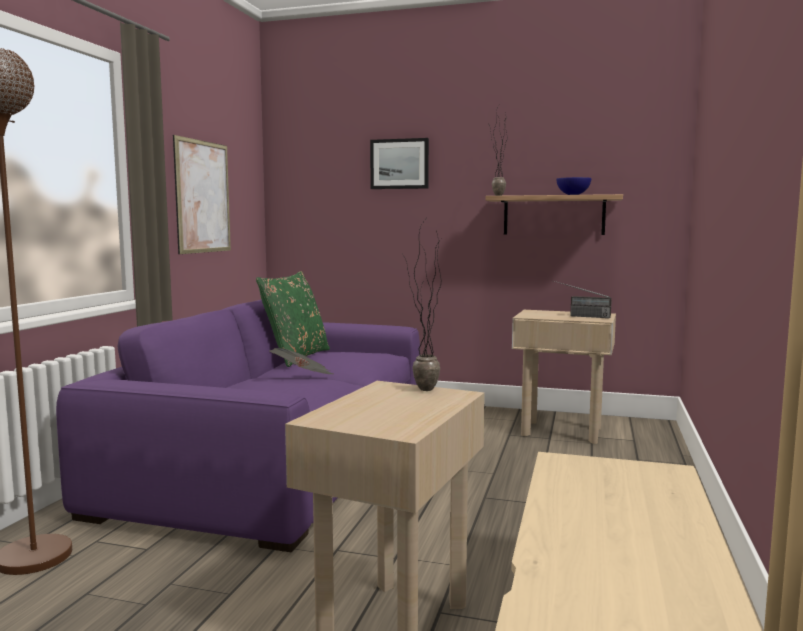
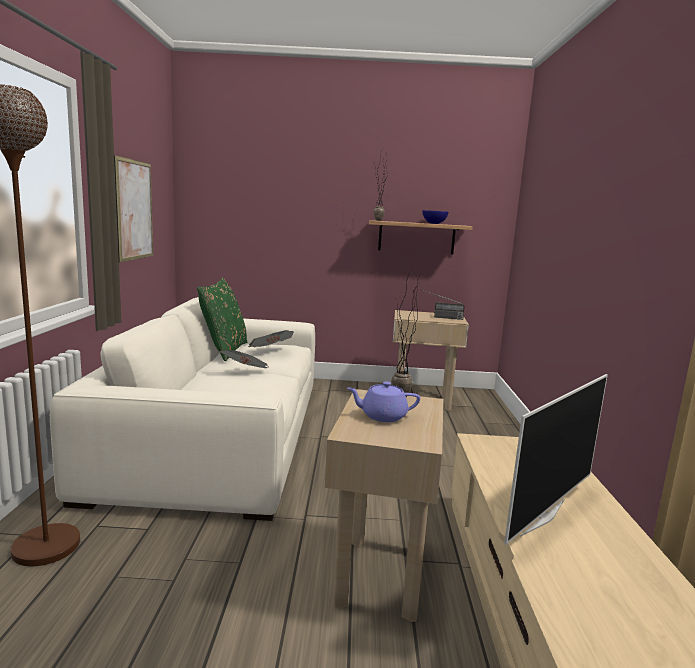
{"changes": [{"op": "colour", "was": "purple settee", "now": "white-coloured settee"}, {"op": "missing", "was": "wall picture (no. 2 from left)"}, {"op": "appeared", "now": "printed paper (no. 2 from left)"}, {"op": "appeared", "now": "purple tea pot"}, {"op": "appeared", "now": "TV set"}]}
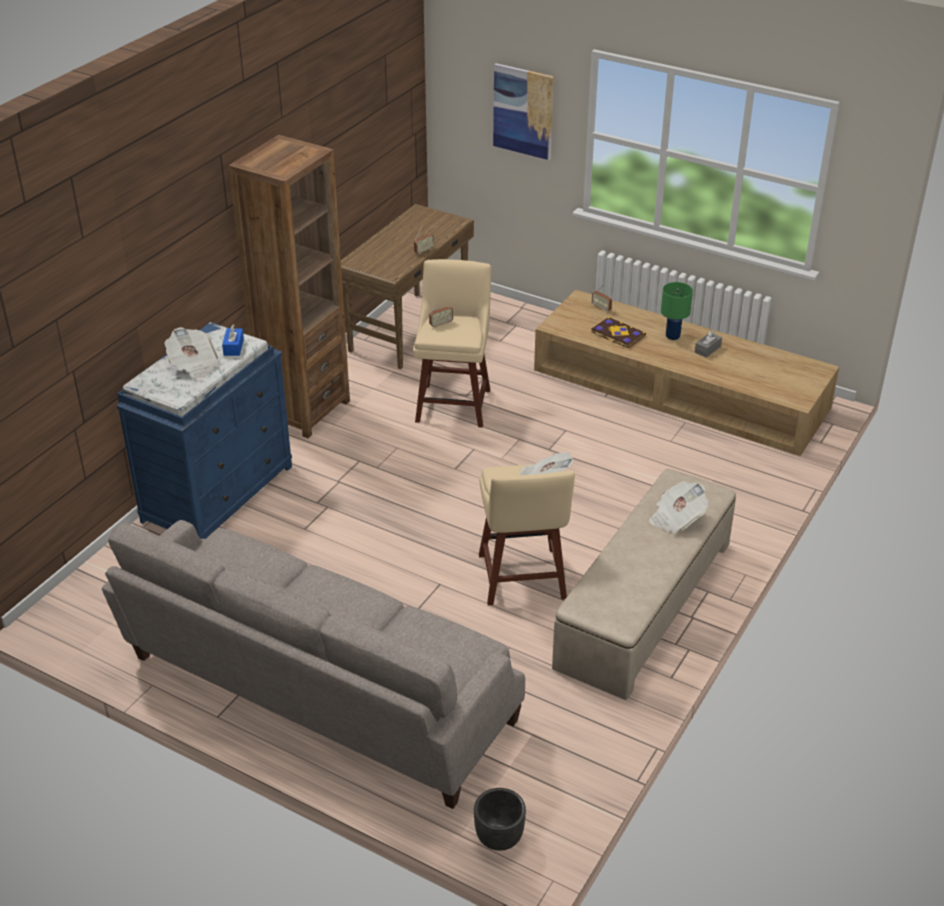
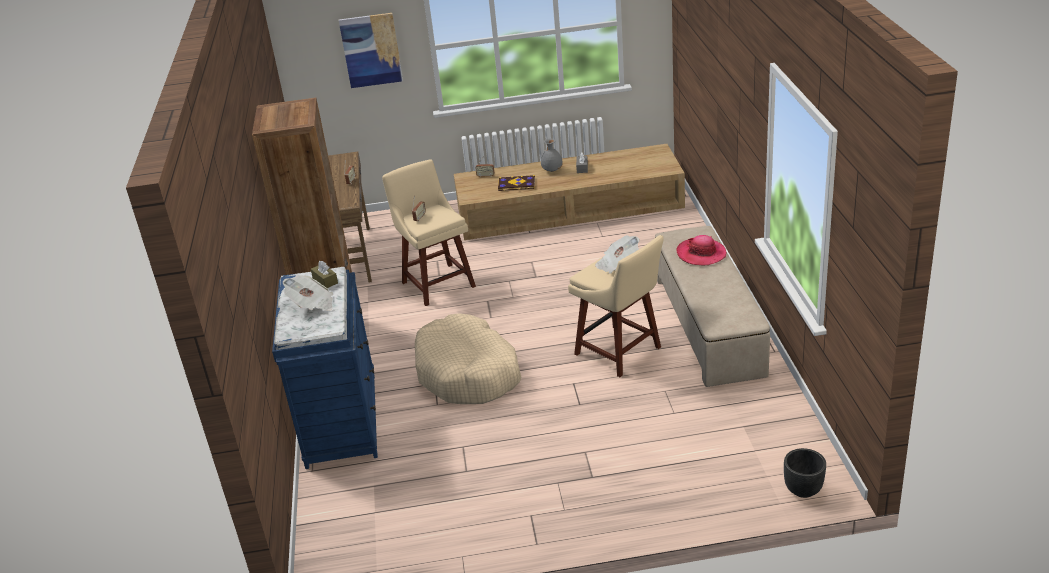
{"changes": [{"op": "missing", "was": "grey settee"}, {"op": "colour", "was": "bluish box of tissues", "now": "brown box of tissues"}, {"op": "exchanged", "was": "printed paper (no. 3 from left)", "now": "clothing hat"}, {"op": "exchanged", "was": "green-coloured lamp for a table", "now": "grey decorative vase"}, {"op": "appeared", "now": "sand-coloured dog bed"}]}
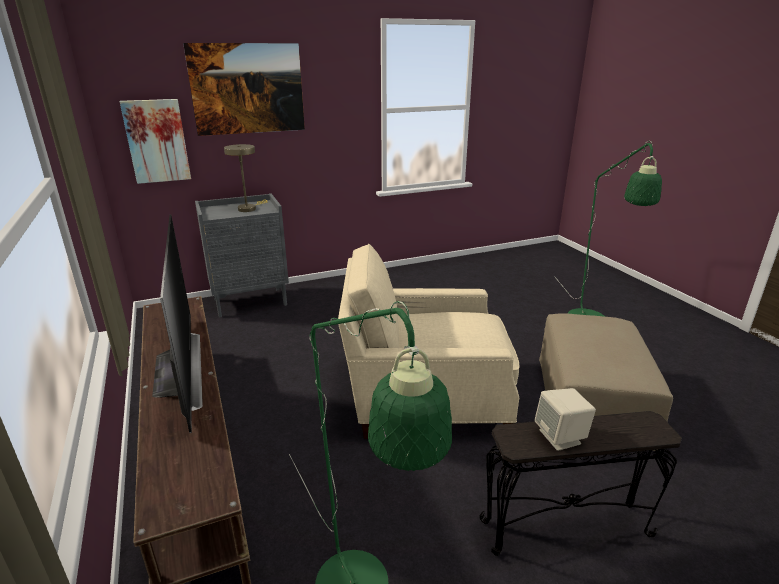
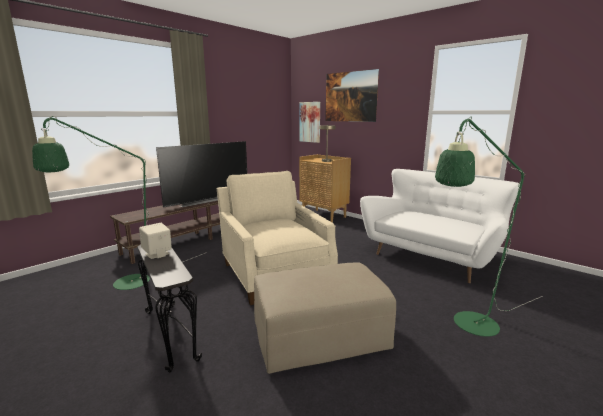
{"changes": [{"op": "colour", "was": "grey storage cabinet", "now": "brown storage cabinet"}, {"op": "appeared", "now": "white-coloured settee"}]}
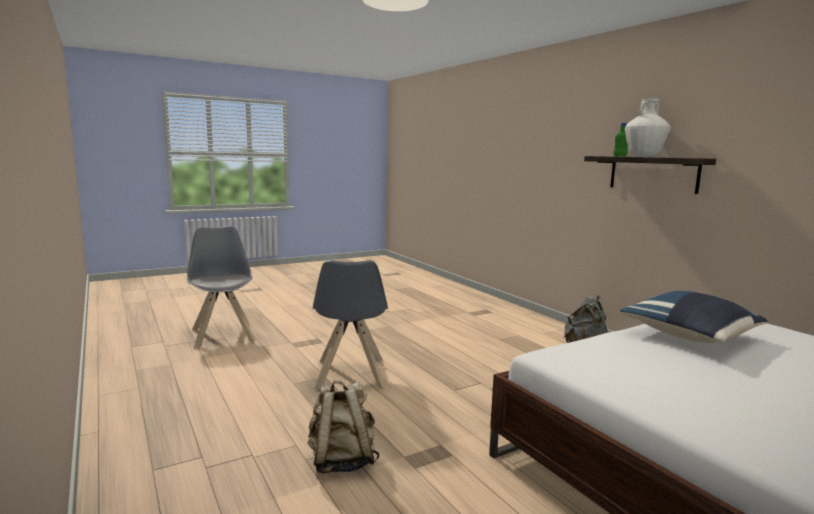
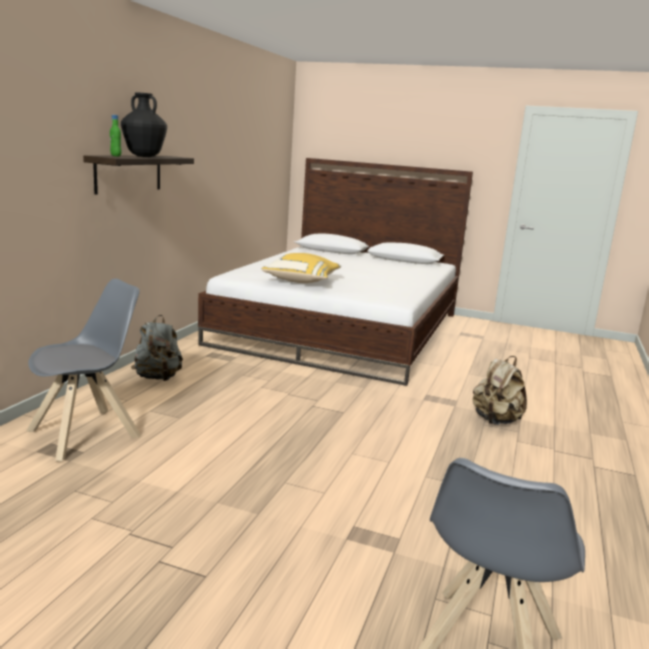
{"changes": [{"op": "relocated", "was": "grey plain chair (no. 2 from left in the first image)", "now": "grey plain chair (no. 1 from left)"}, {"op": "colour", "was": "bluish cushion", "now": "yellow cushion"}, {"op": "colour", "was": "white-coloured decorative vase", "now": "black decorative vase"}]}
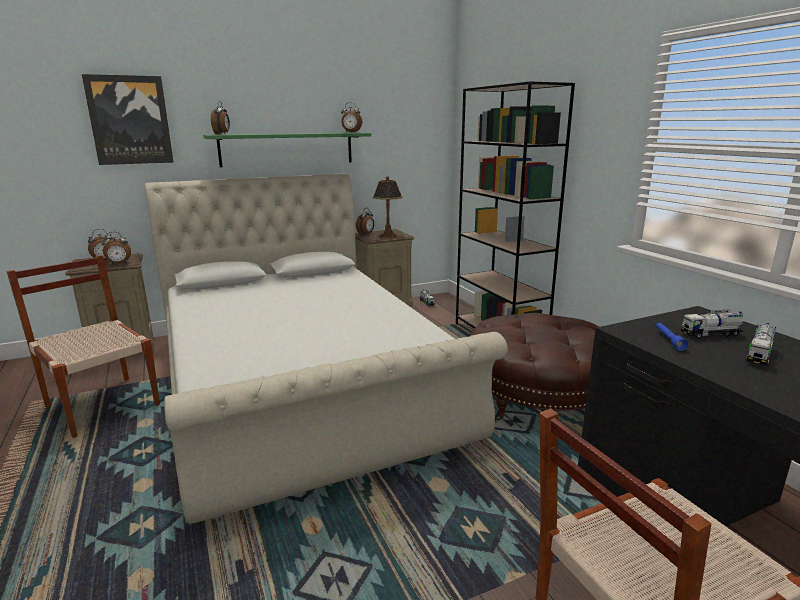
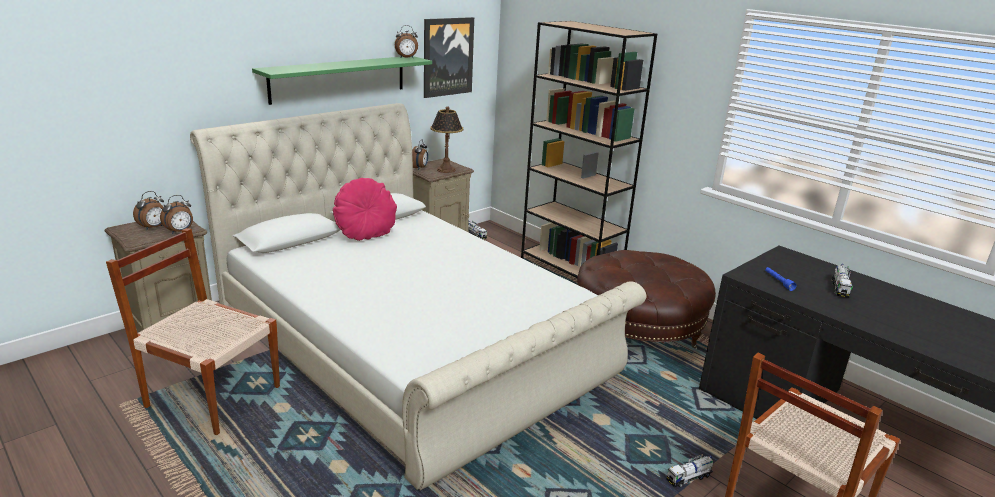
{"changes": [{"op": "relocated", "was": "wall picture"}, {"op": "missing", "was": "bedside clock (no. 3 from left)"}, {"op": "relocated", "was": "toy truck (no. 2 from left)"}, {"op": "appeared", "now": "pink cushion"}]}
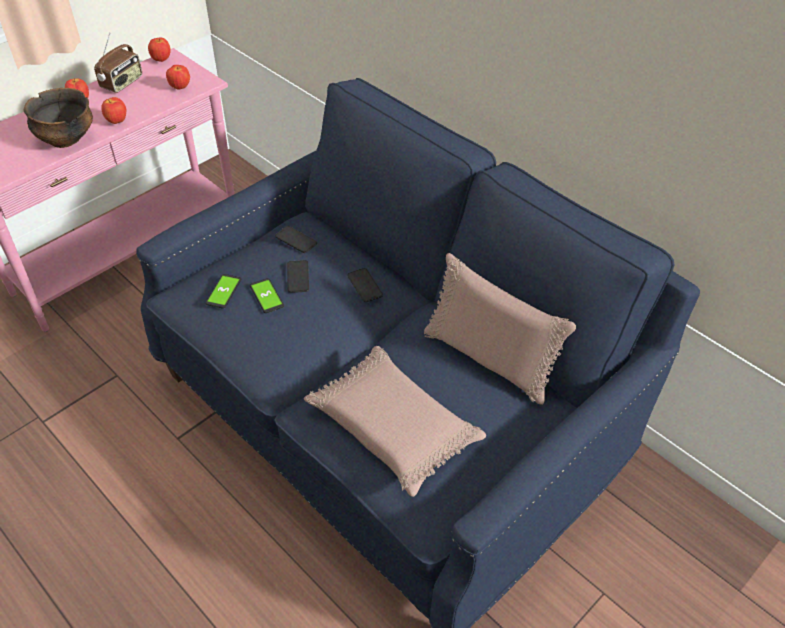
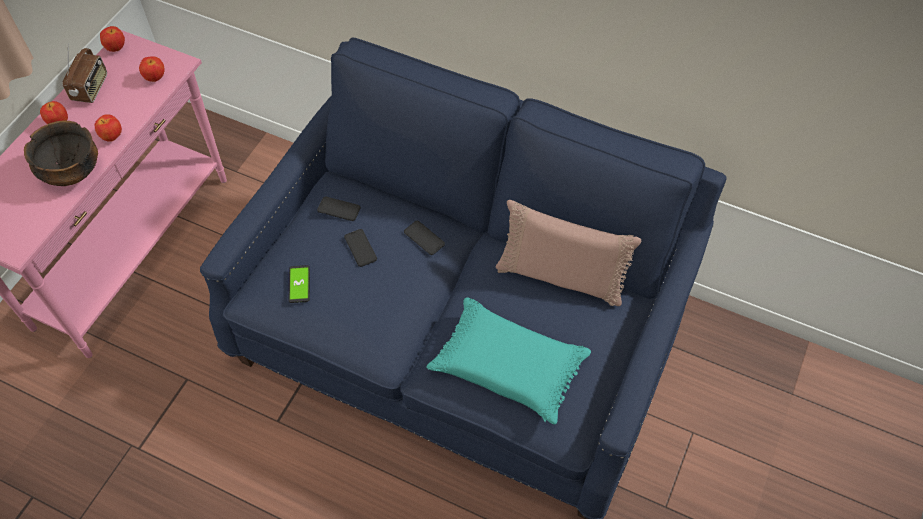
{"changes": [{"op": "missing", "was": "phone (no. 2 from left)"}, {"op": "colour", "was": "sand-coloured cushion (no. 1 from left)", "now": "turquoise cushion"}]}
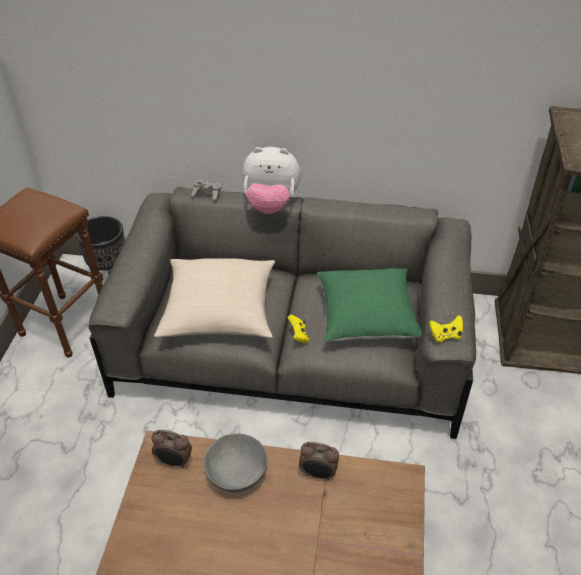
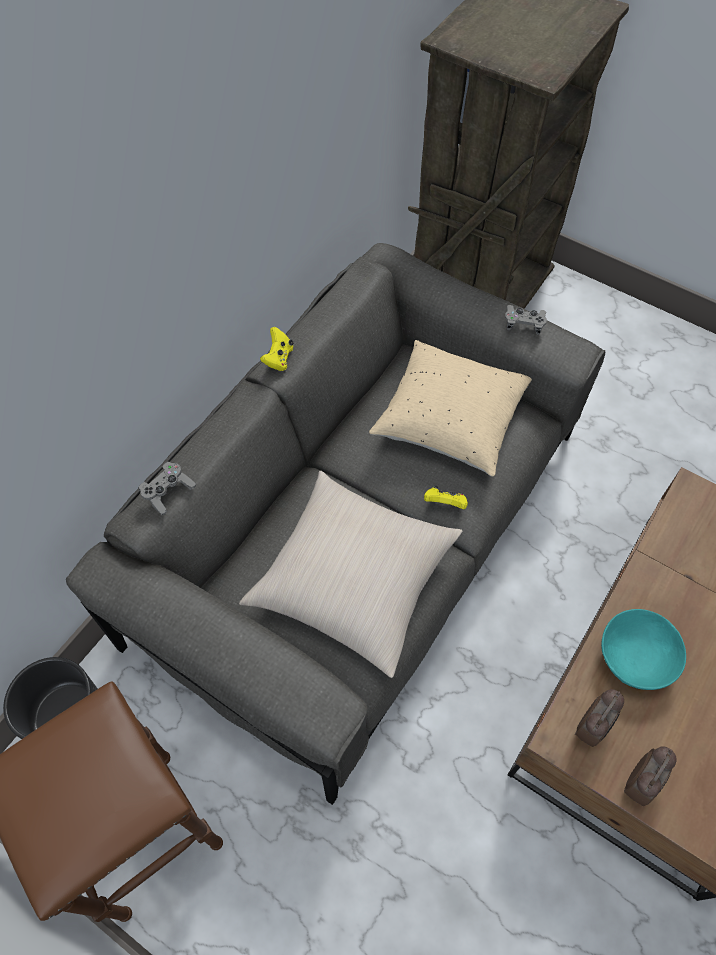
{"changes": [{"op": "colour", "was": "grey deep dish", "now": "turquoise deep dish"}, {"op": "missing", "was": "plush toy"}, {"op": "relocated", "was": "bedside clock (no. 2 from left)"}, {"op": "colour", "was": "green-coloured cushion", "now": "sand-coloured cushion (no. 2 from left)"}, {"op": "relocated", "was": "yellow game controller (no. 2 from left in the first image)", "now": "yellow game controller (no. 1 from left)"}, {"op": "appeared", "now": "grey game controller (no. 2 from left)"}]}
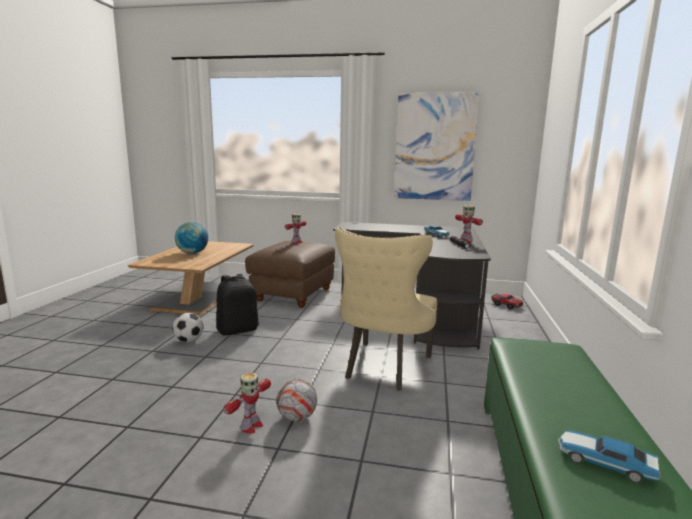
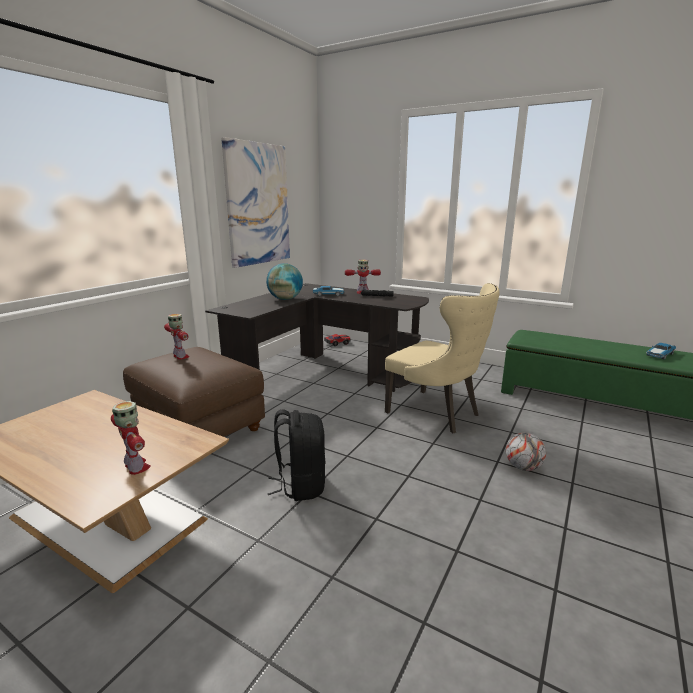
{"changes": [{"op": "missing", "was": "ball for football (no. 1 from left)"}, {"op": "relocated", "was": "globe"}, {"op": "relocated", "was": "toy robot (no. 1 from left)"}]}
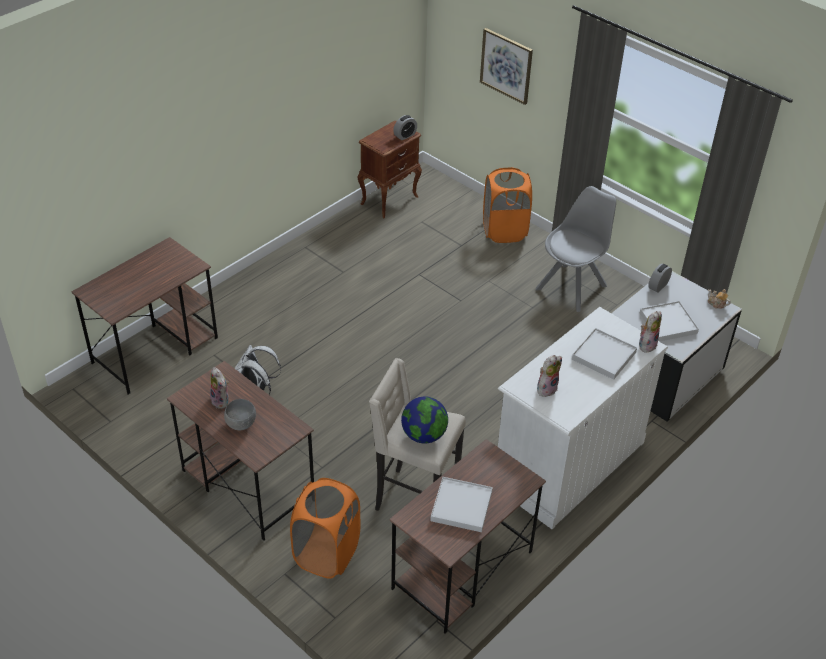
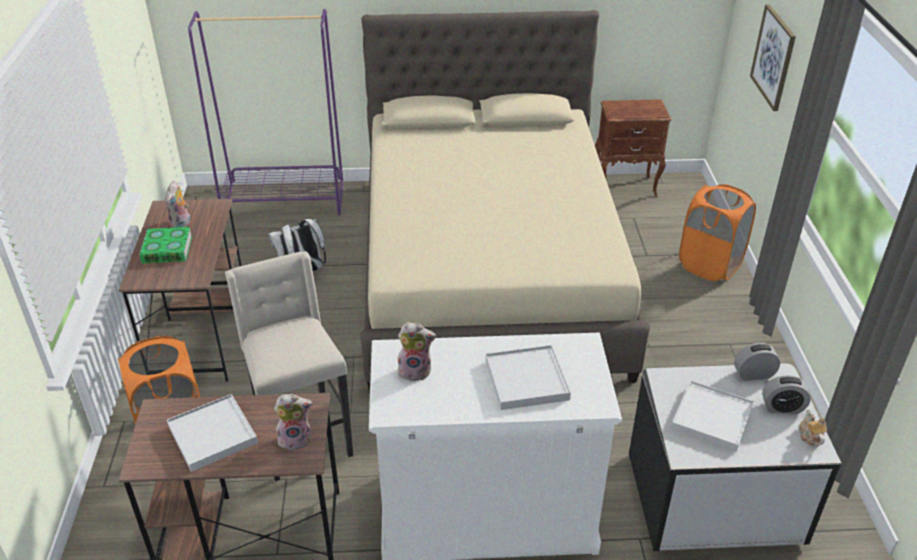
{"changes": [{"op": "exchanged", "was": "brown desk table (no. 1 from left)", "now": "purple garment rack"}, {"op": "exchanged", "was": "grey deep dish", "now": "volume"}, {"op": "relocated", "was": "bedside clock (no. 1 from left in the first image)", "now": "bedside clock (no. 2 from left)"}, {"op": "missing", "was": "globe"}, {"op": "missing", "was": "grey plain chair"}, {"op": "relocated", "was": "plush toy (no. 3 from left in the first image)", "now": "plush toy (no. 2 from left)"}, {"op": "appeared", "now": "sand-coloured bedroom bed"}]}
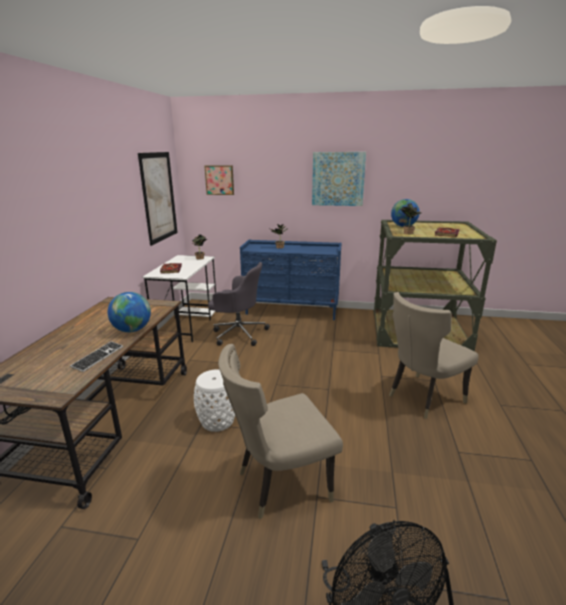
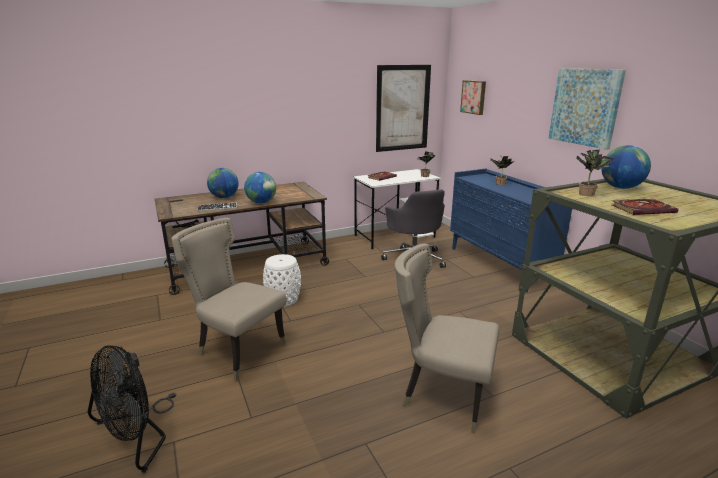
{"changes": [{"op": "appeared", "now": "globe (no. 1 from left)"}]}
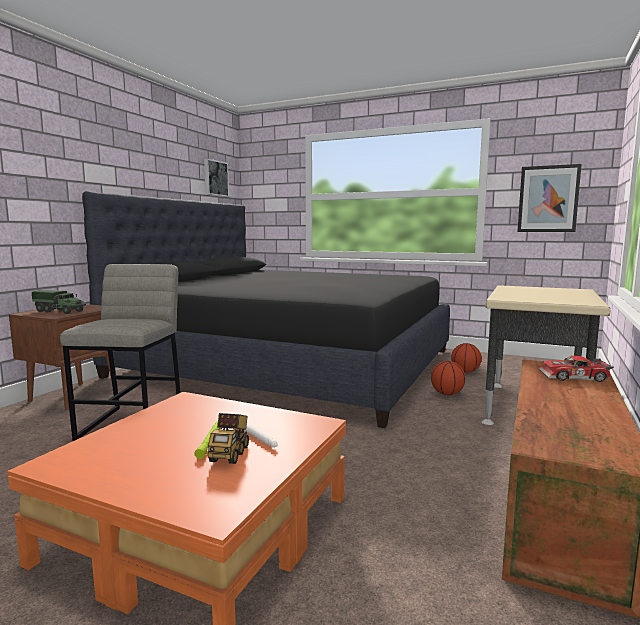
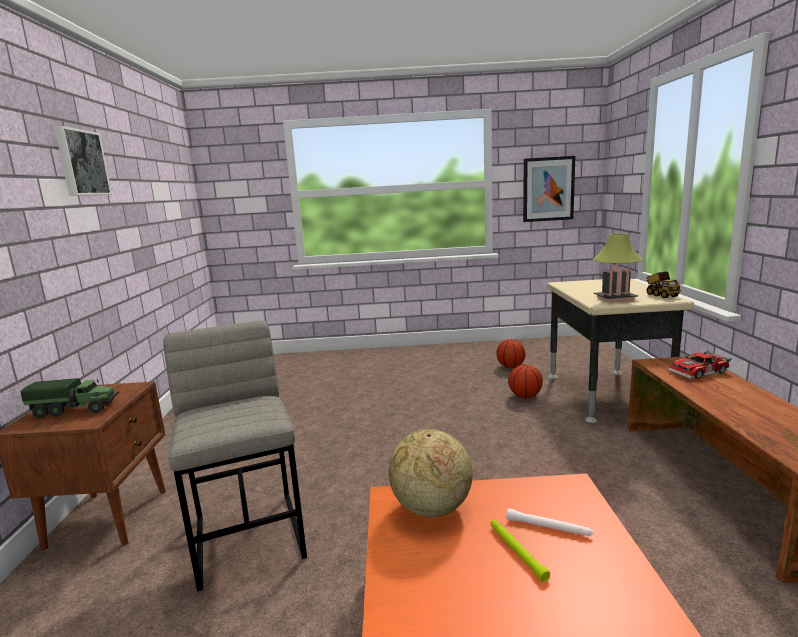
{"changes": [{"op": "missing", "was": "black bedroom bed"}, {"op": "relocated", "was": "wall picture (no. 1 from left)"}, {"op": "relocated", "was": "toy truck (no. 2 from left)"}, {"op": "appeared", "now": "globe"}, {"op": "appeared", "now": "lamp for a table"}]}
